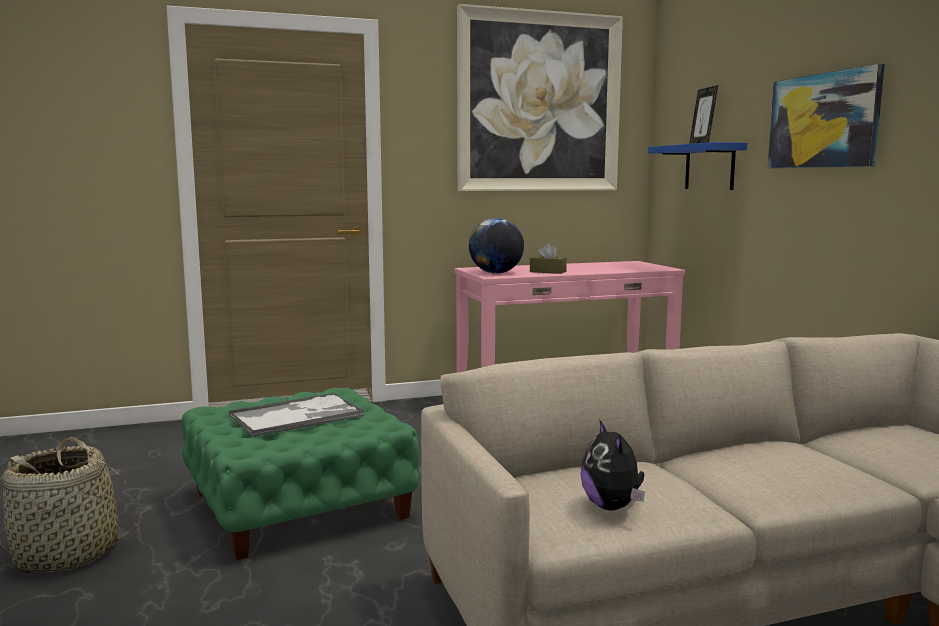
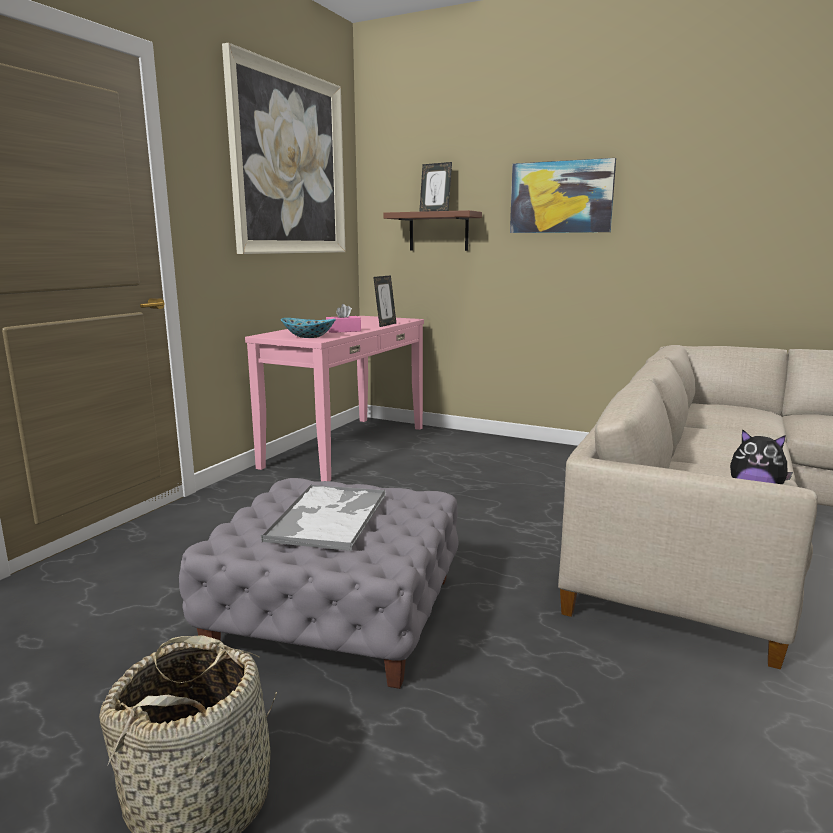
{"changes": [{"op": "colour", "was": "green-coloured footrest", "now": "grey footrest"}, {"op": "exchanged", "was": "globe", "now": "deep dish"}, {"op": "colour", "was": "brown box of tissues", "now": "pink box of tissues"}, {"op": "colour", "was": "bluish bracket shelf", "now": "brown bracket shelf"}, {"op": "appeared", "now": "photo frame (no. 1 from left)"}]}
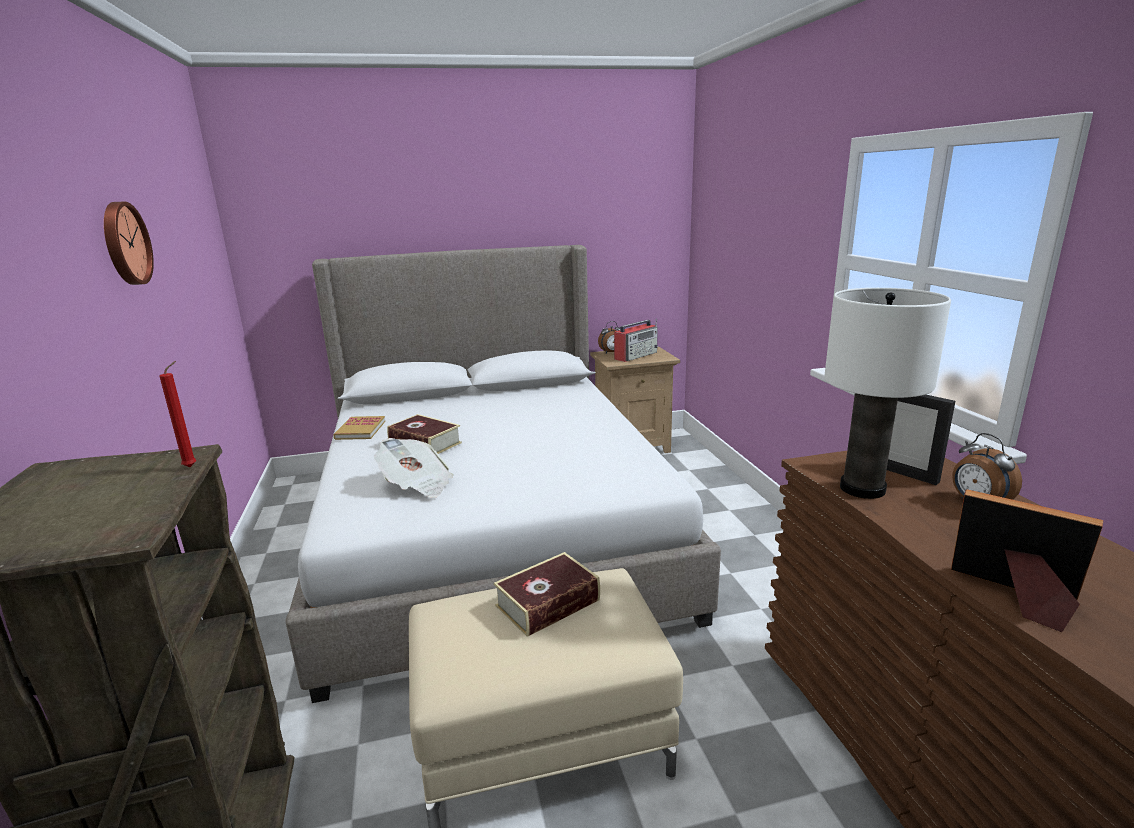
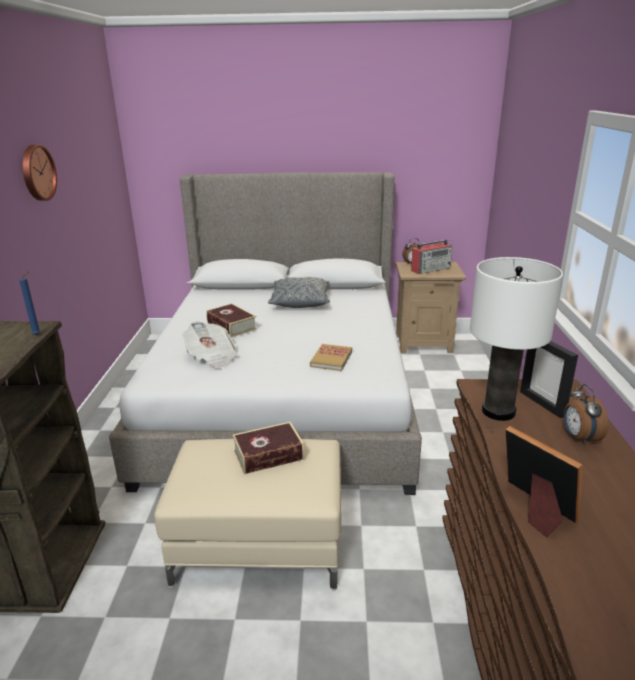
{"changes": [{"op": "colour", "was": "red-coloured wax candle", "now": "bluish wax candle"}, {"op": "relocated", "was": "volume (no. 1 from left in the first image)", "now": "volume (no. 3 from left)"}, {"op": "appeared", "now": "grey cushion"}]}
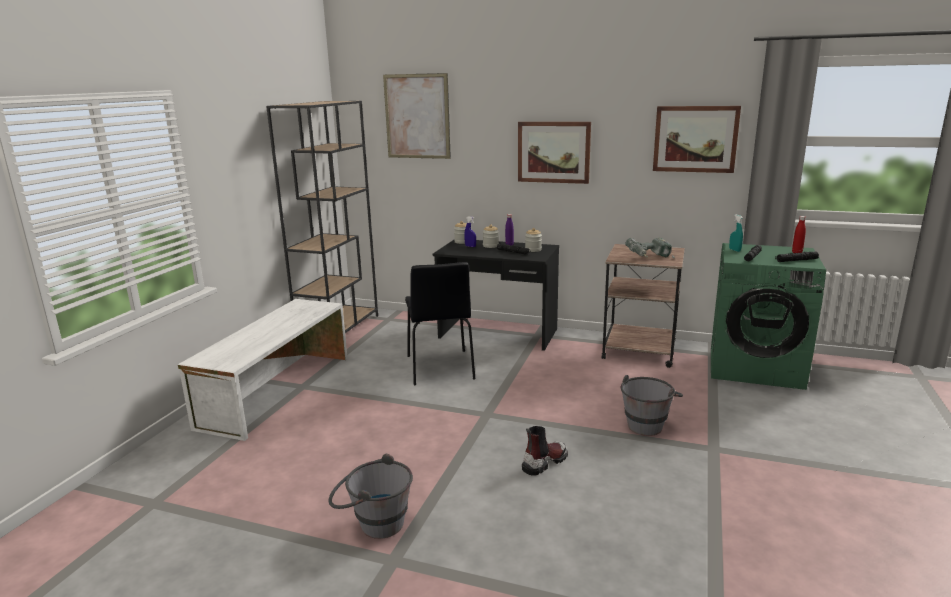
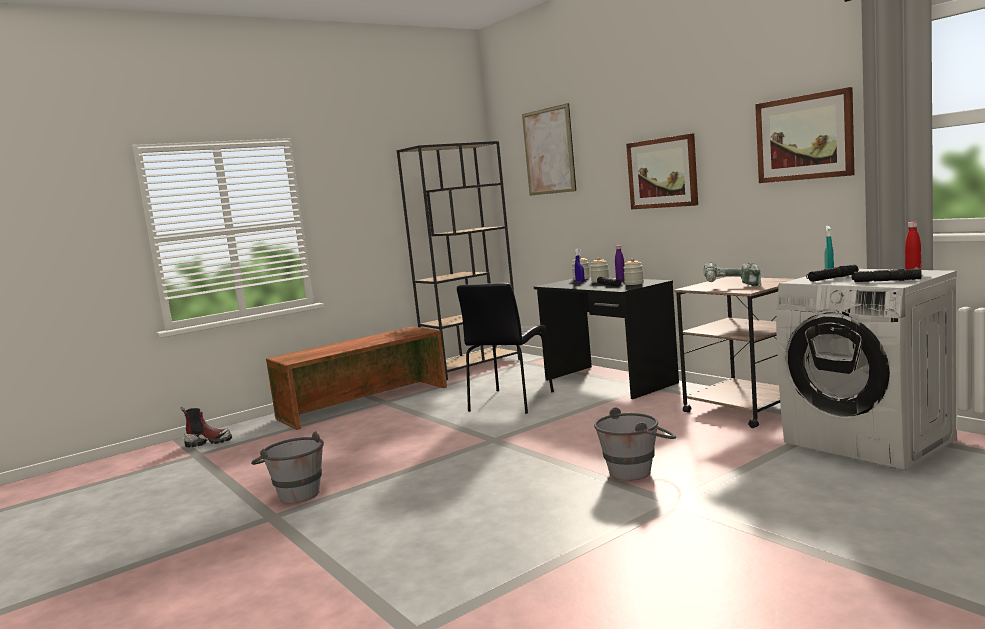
{"changes": [{"op": "colour", "was": "white-coloured long seat", "now": "brown long seat"}, {"op": "relocated", "was": "high-top boot"}, {"op": "colour", "was": "green-coloured laundry appliance", "now": "white-coloured laundry appliance"}]}
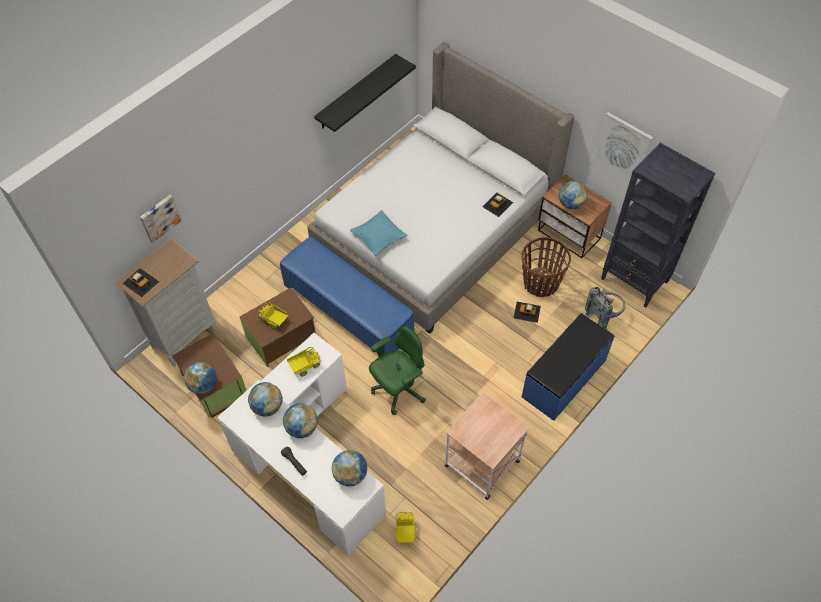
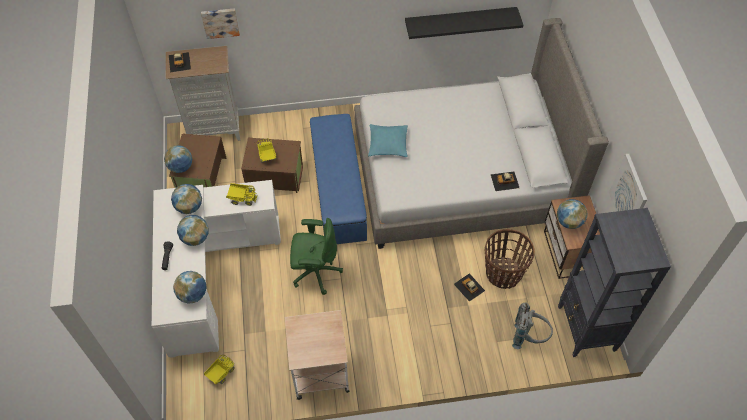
{"changes": [{"op": "missing", "was": "bluish long seat (no. 2 from left)"}]}
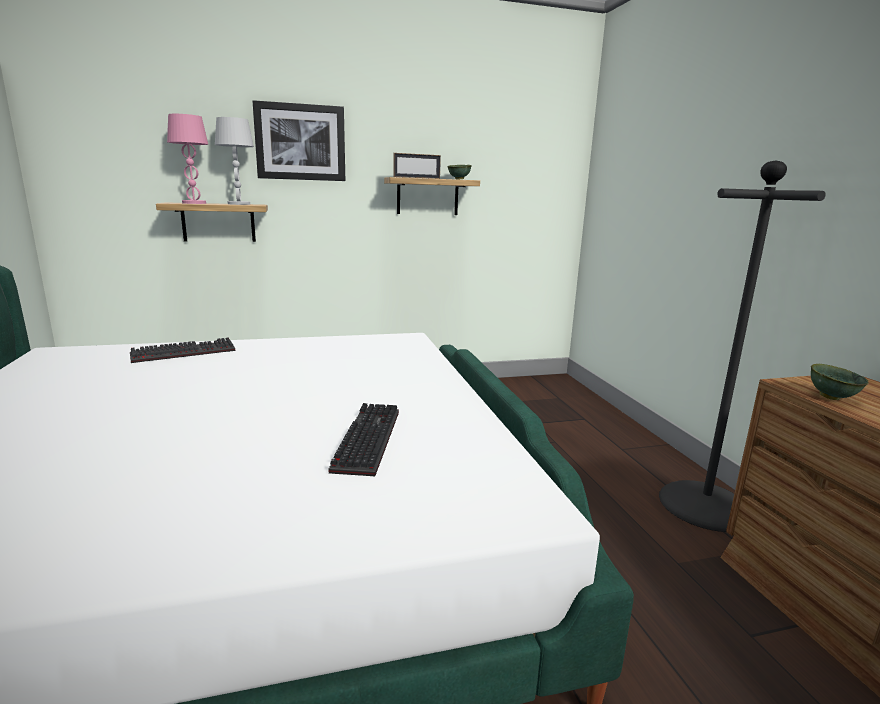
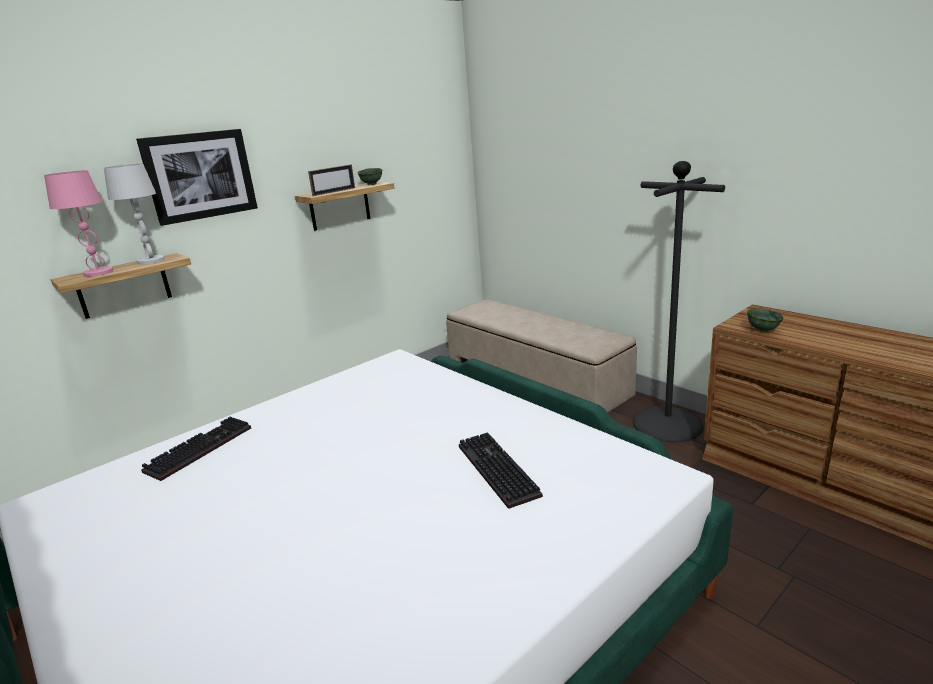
{"changes": [{"op": "appeared", "now": "sand-coloured long seat"}]}
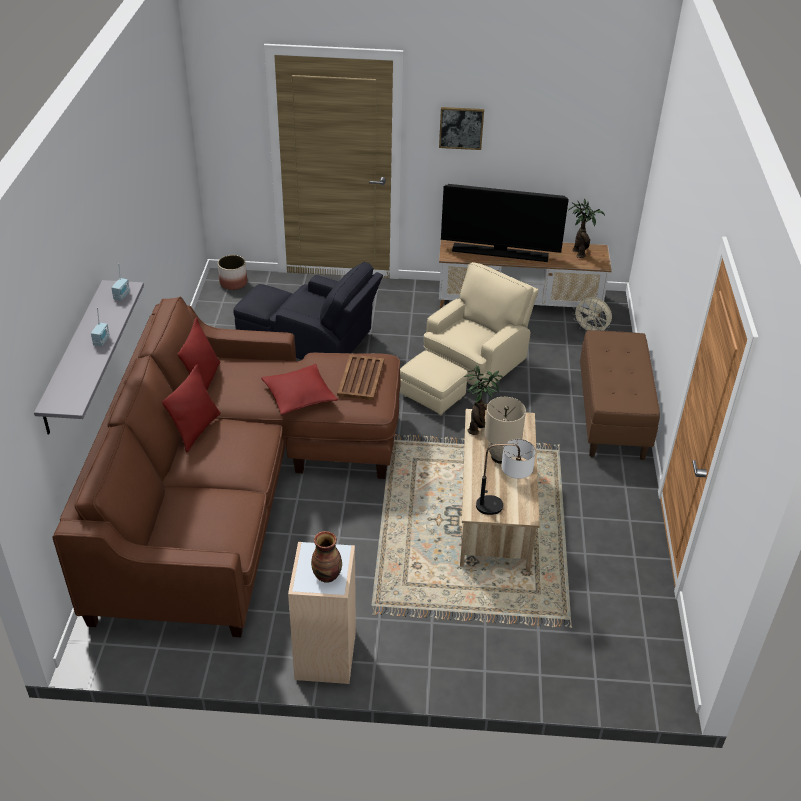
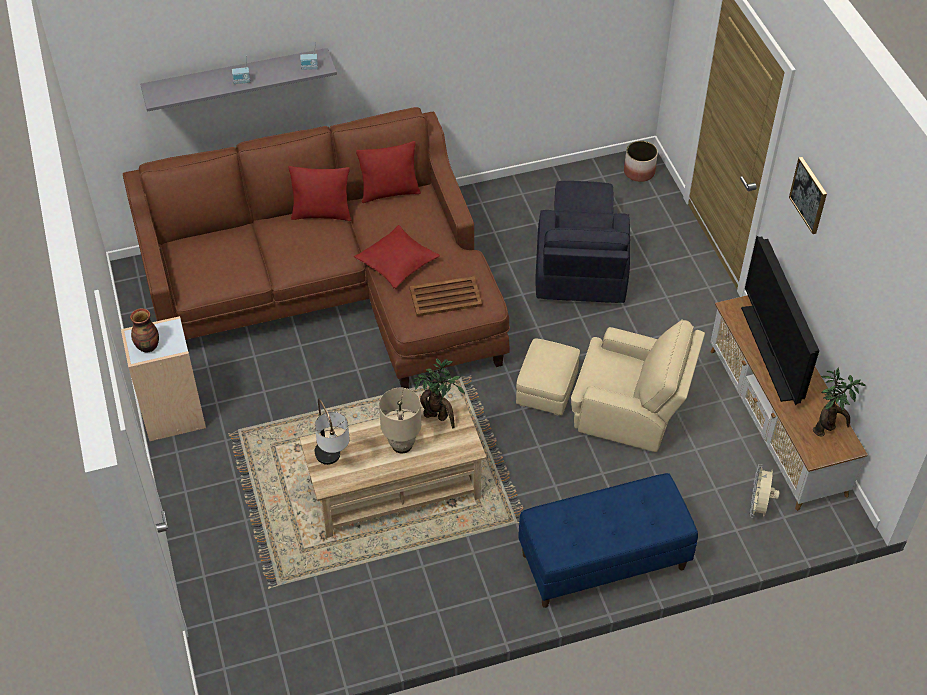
{"changes": [{"op": "colour", "was": "brown long seat", "now": "bluish long seat"}]}
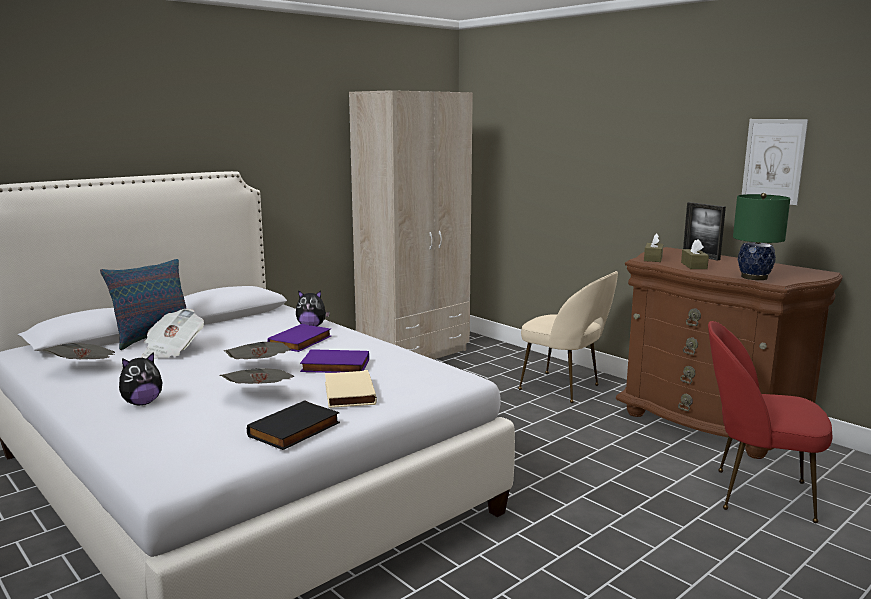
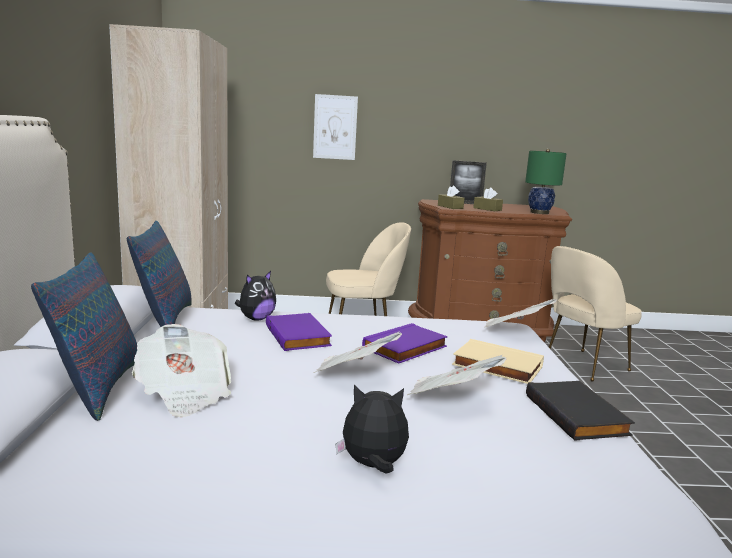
{"changes": [{"op": "relocated", "was": "printed paper (no. 1 from left in the first image)", "now": "printed paper (no. 4 from left)"}, {"op": "spun", "was": "plush toy (no. 1 from left in the first image)", "clockwise": -90}, {"op": "colour", "was": "red-coloured plain chair", "now": "sand-coloured plain chair (no. 2 from left)"}, {"op": "relocated", "was": "wall picture"}, {"op": "appeared", "now": "bluish cushion (no. 2 from left)"}]}
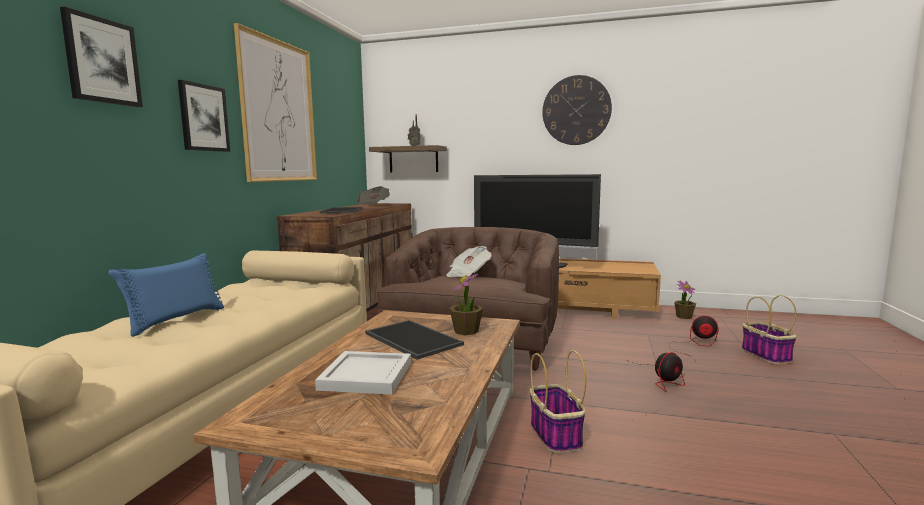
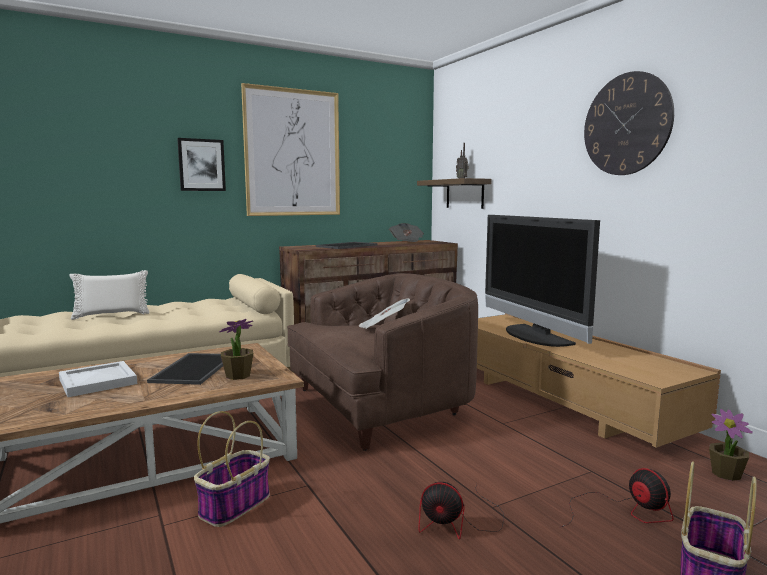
{"changes": [{"op": "missing", "was": "wall picture (no. 1 from left)"}, {"op": "colour", "was": "bluish cushion", "now": "white-coloured cushion"}]}
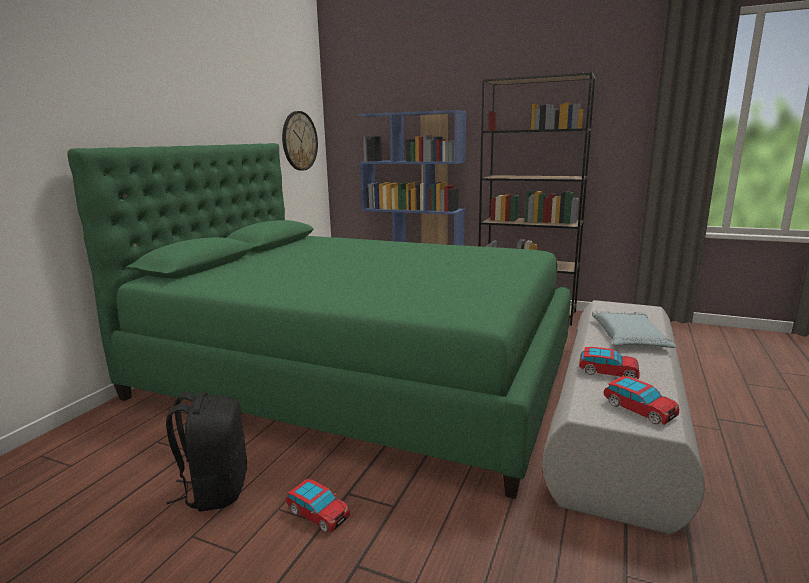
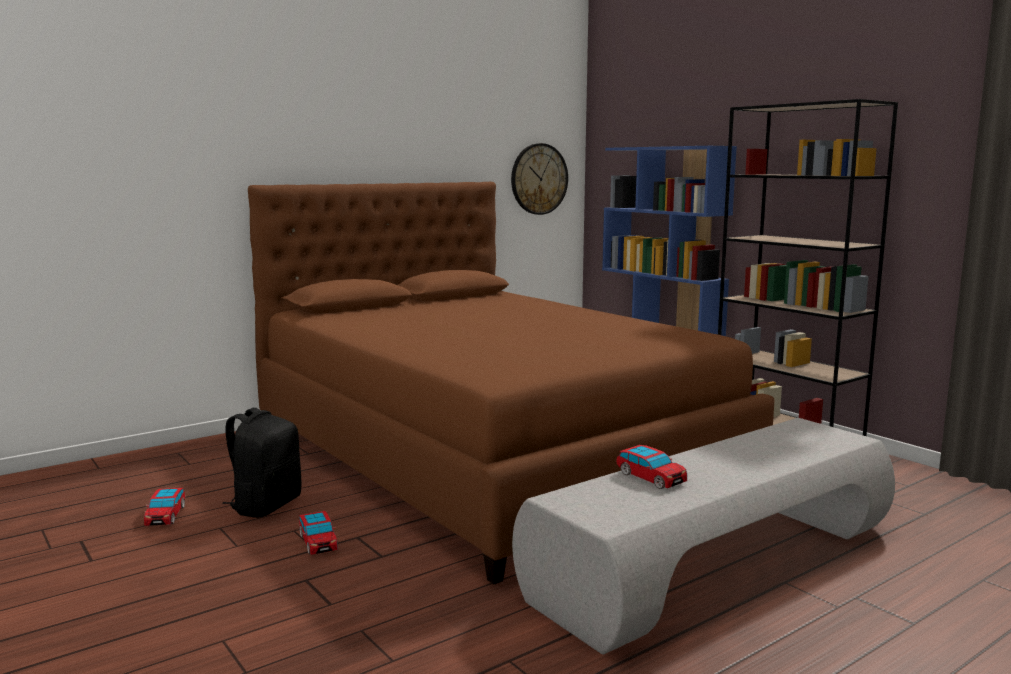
{"changes": [{"op": "colour", "was": "green-coloured bedroom bed", "now": "brown bedroom bed"}, {"op": "missing", "was": "bluish cushion"}, {"op": "relocated", "was": "miniature car (no. 3 from left in the first image)", "now": "miniature car (no. 1 from left)"}]}
